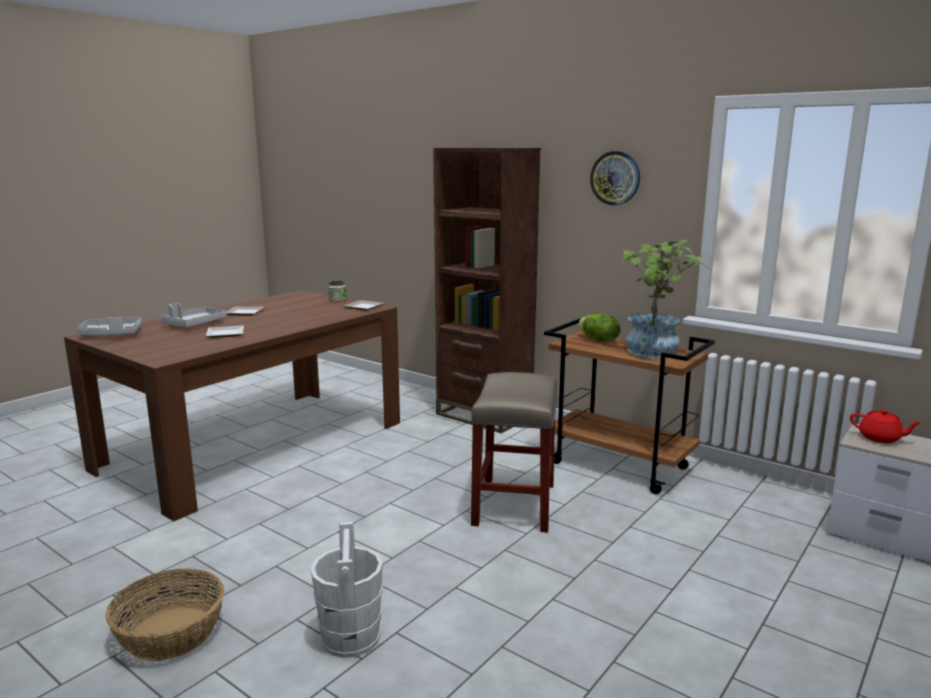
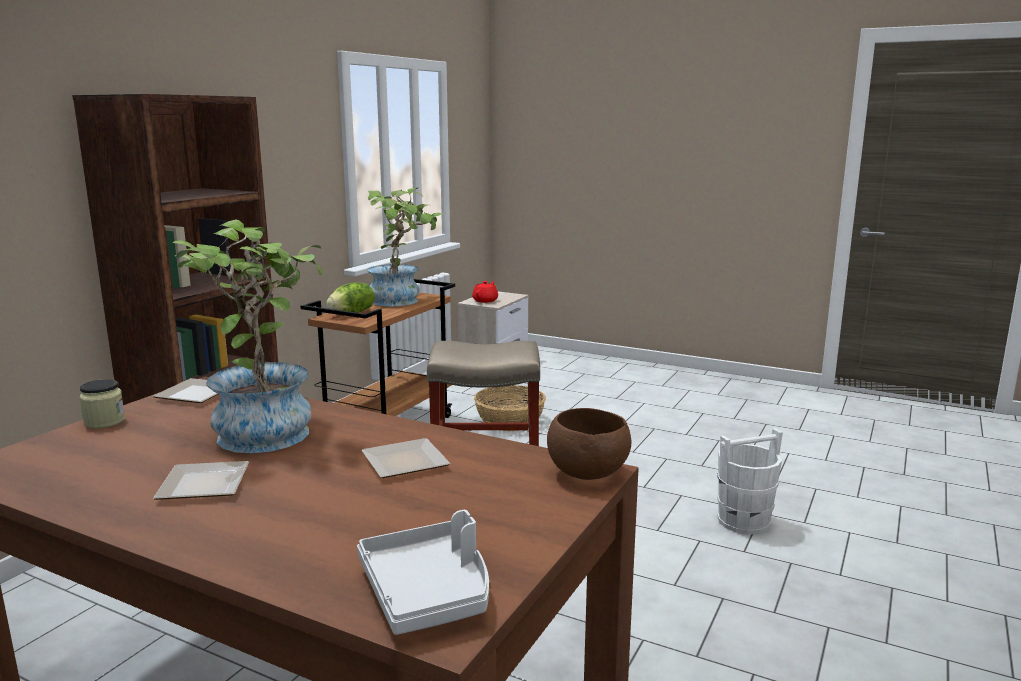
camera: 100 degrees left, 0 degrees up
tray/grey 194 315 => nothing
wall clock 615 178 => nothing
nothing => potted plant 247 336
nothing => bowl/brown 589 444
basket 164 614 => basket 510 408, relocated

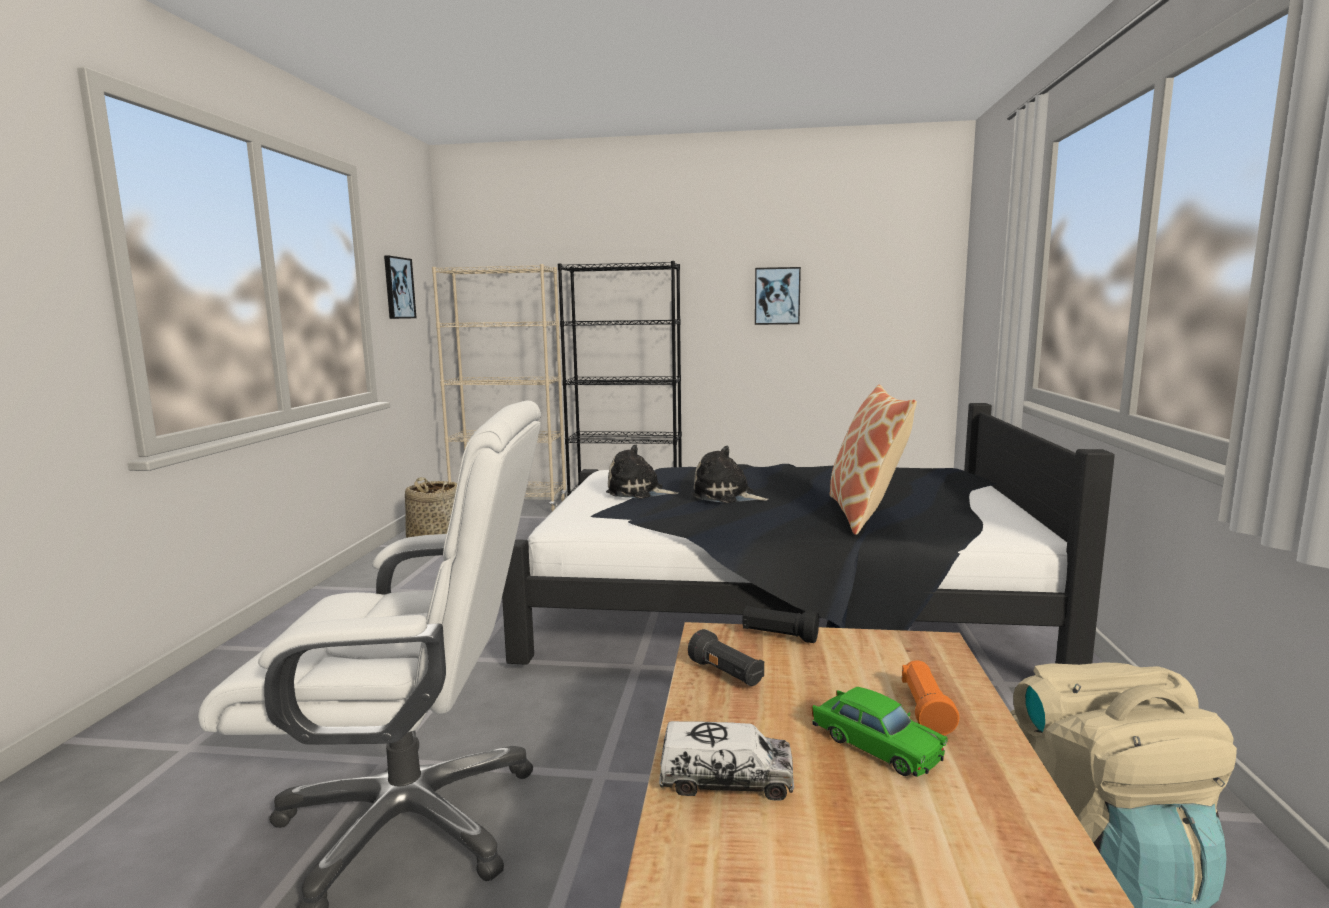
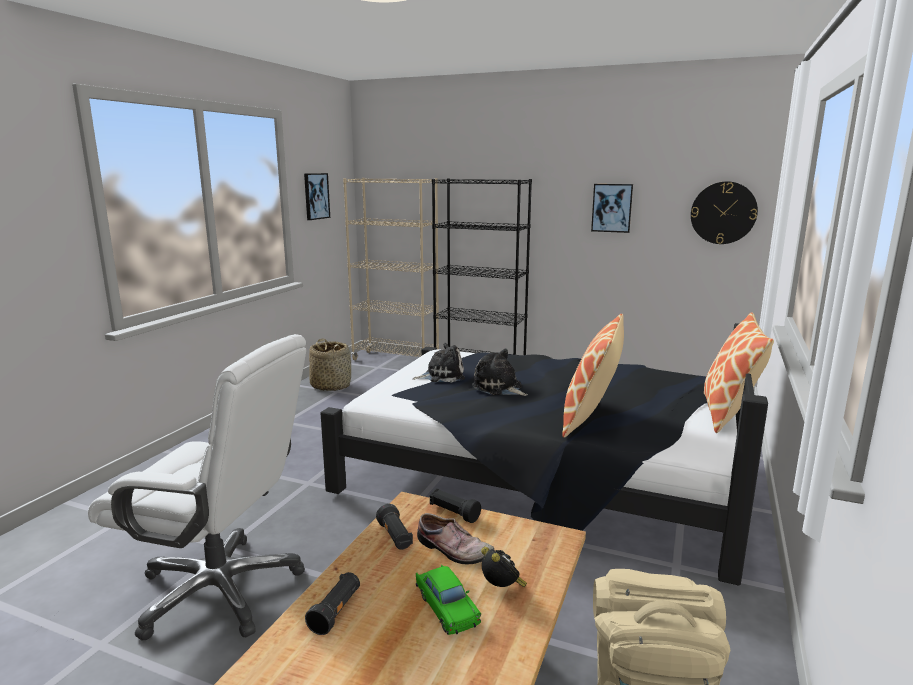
camera: 15 degrees right, 5 degrees up
nothing => shoe 455 538
nothing => wall clock 724 212
nothing => pillow 739 372
toy truck 726 761 => flashlight/black 332 603
flashlight/orange 930 698 => alarm clock 504 567
plush toy 642 472 => plush toy 439 363, 135 degrees clockwise

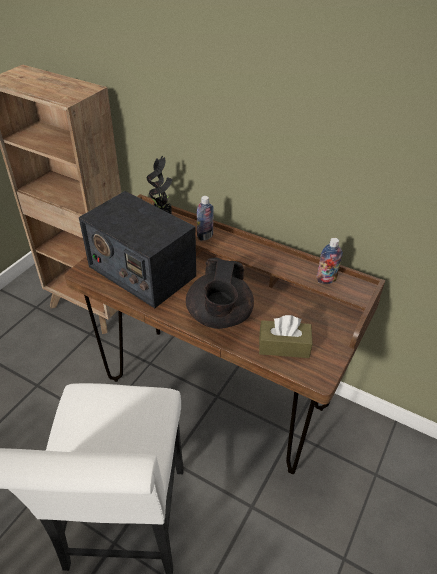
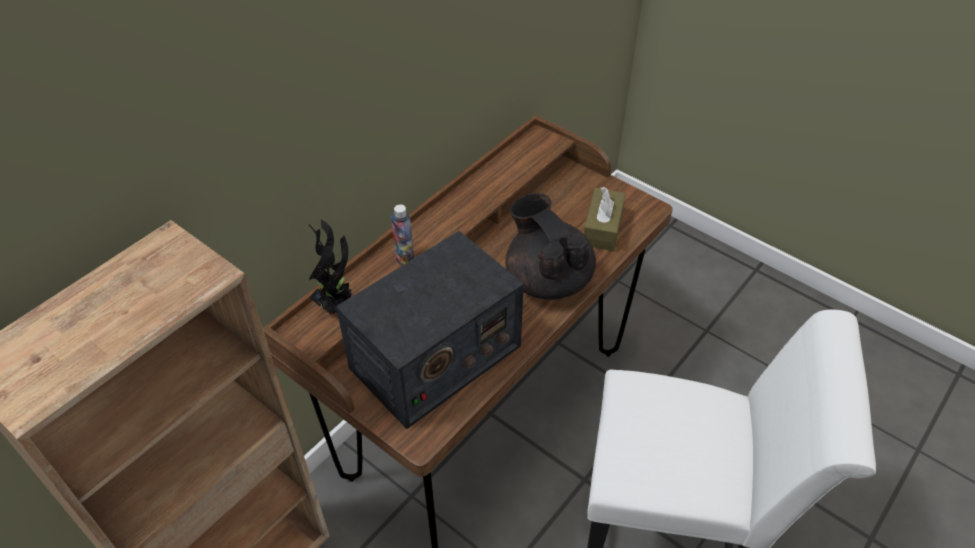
camera: 80 degrees left, 5 degrees up
bottle 329 261 => nothing
teapot/black 220 293 => teapot/black 550 246, 135 degrees counterclockwise

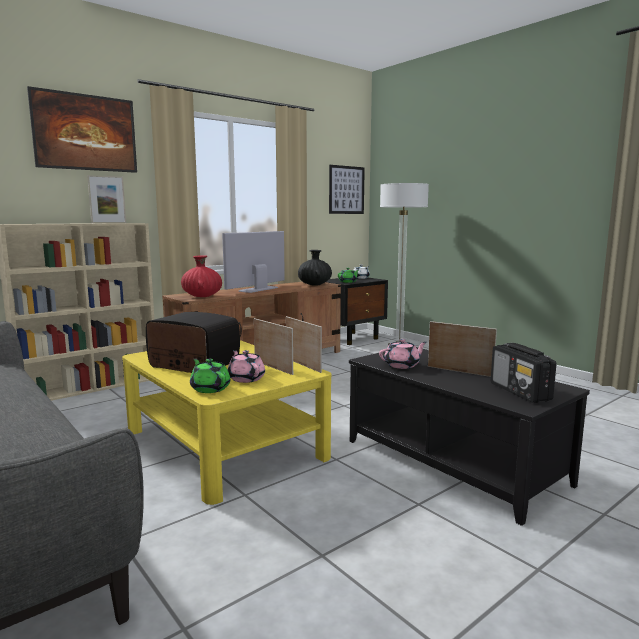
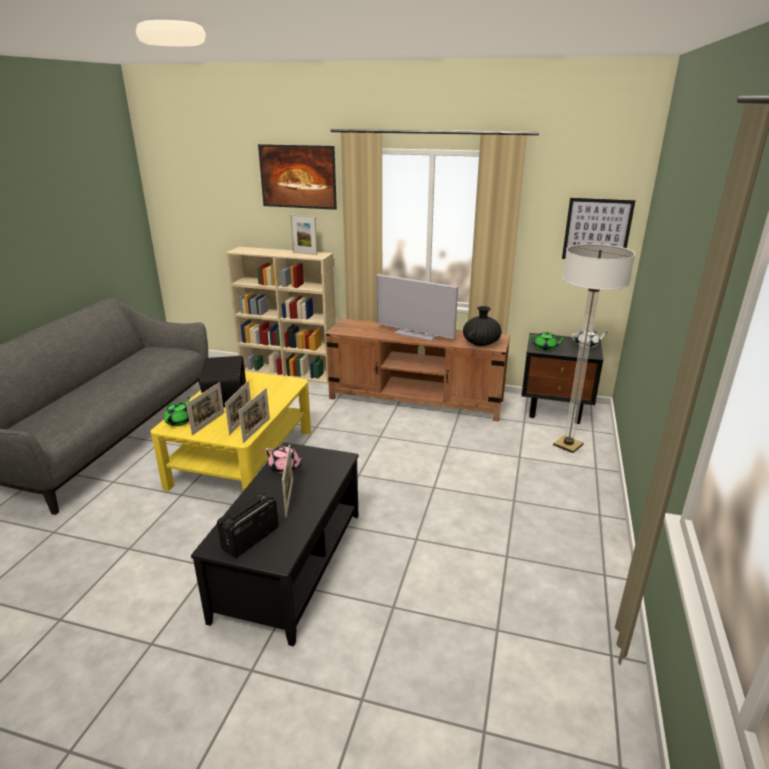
camera: 55 degrees right, 15 degrees up
vase/red 201 276 => nothing
teapot/pink 246 366 => picture frame 205 409
television 253 262 => television 417 307, 150 degrees counterclockwise

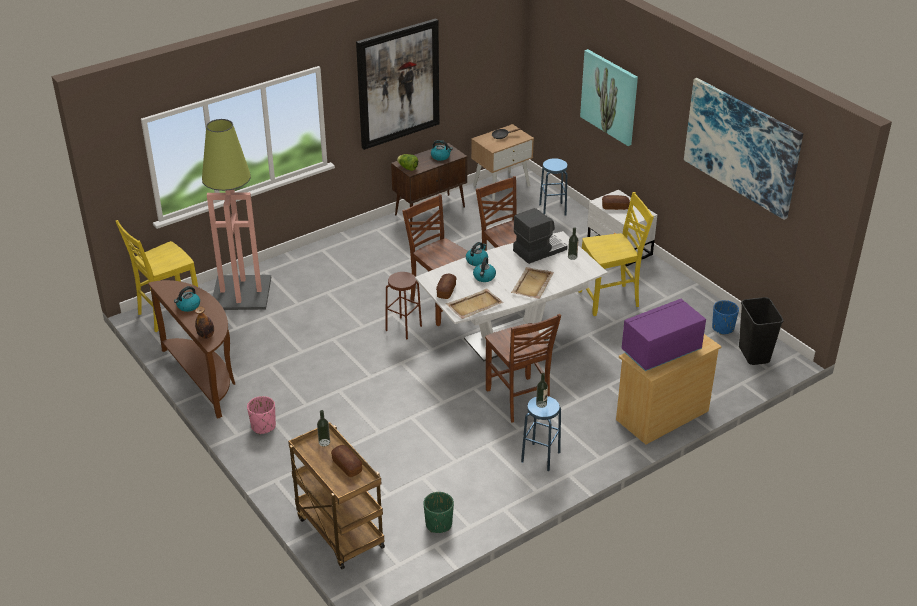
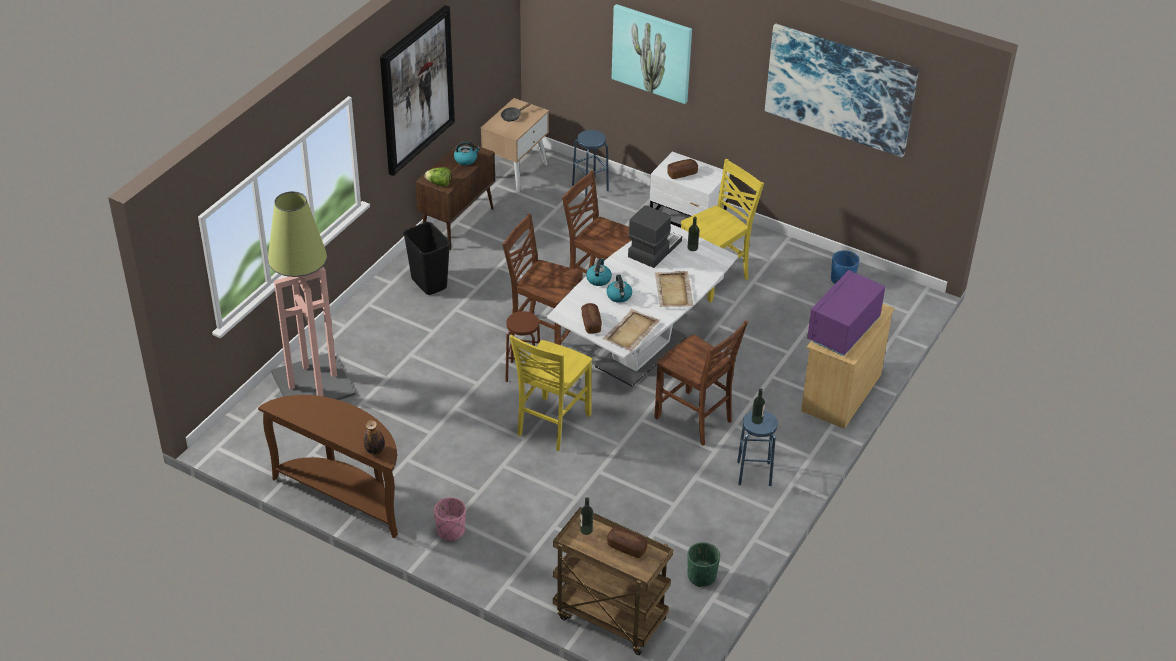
camera: 25 degrees left, 5 degrees up
kettle 187 299 => nothing
chair/yellow 157 276 => chair/yellow 550 393, relocated
trash can/black 761 331 => trash can/black 427 258, relocated

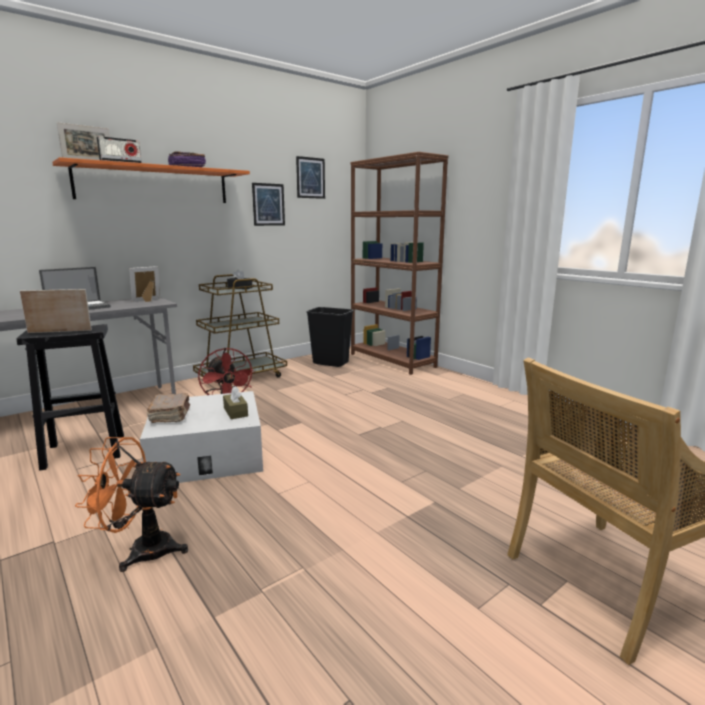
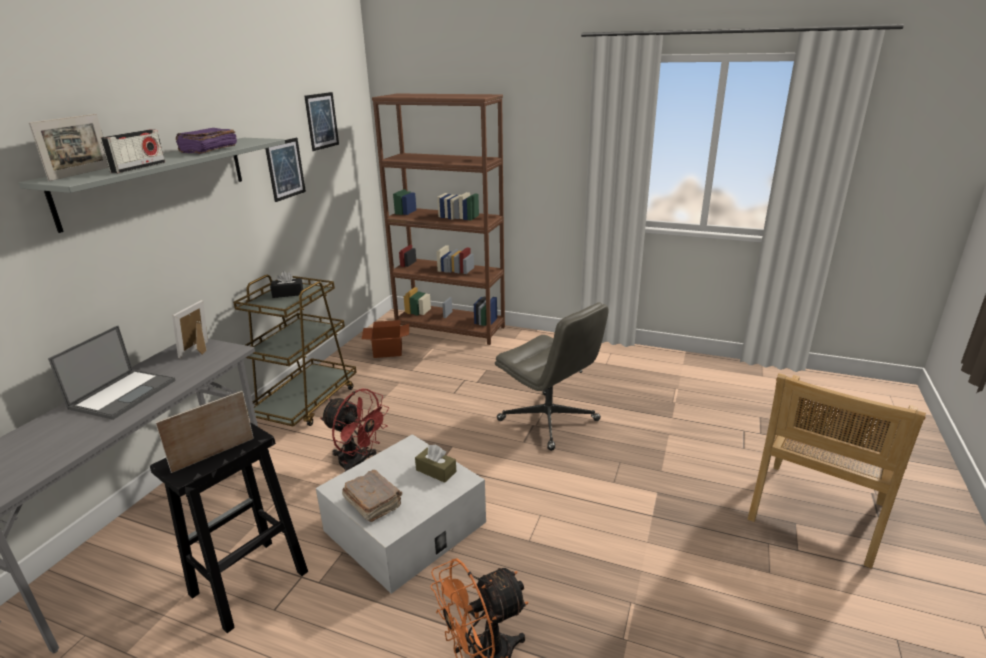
camera: 30 degrees left, 10 degrees up
nothing => office chair/grey 552 376
trash can/black 330 337 => cardboard box 385 339
shelf/orange 151 180 => shelf/grey 151 185

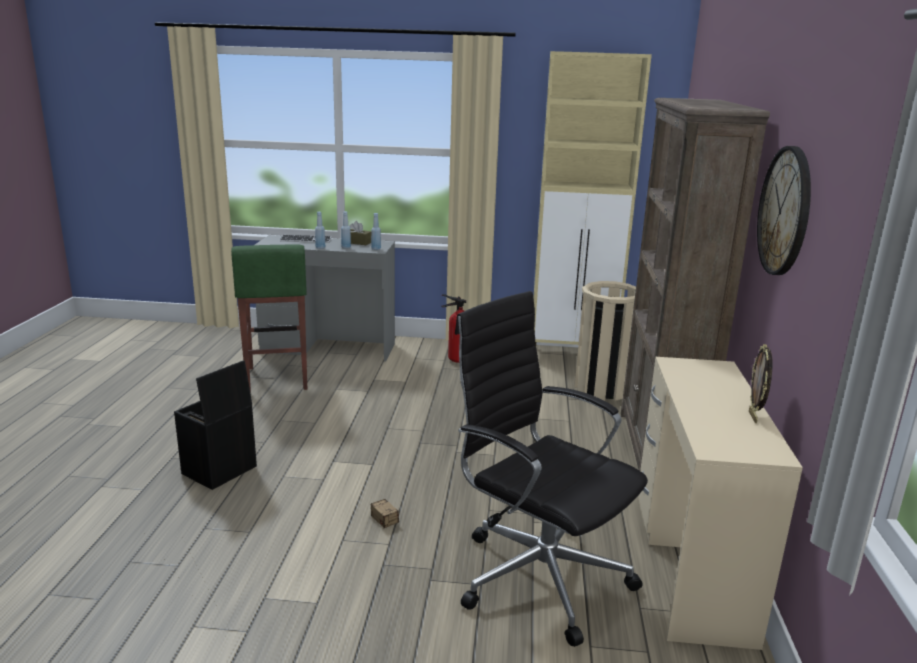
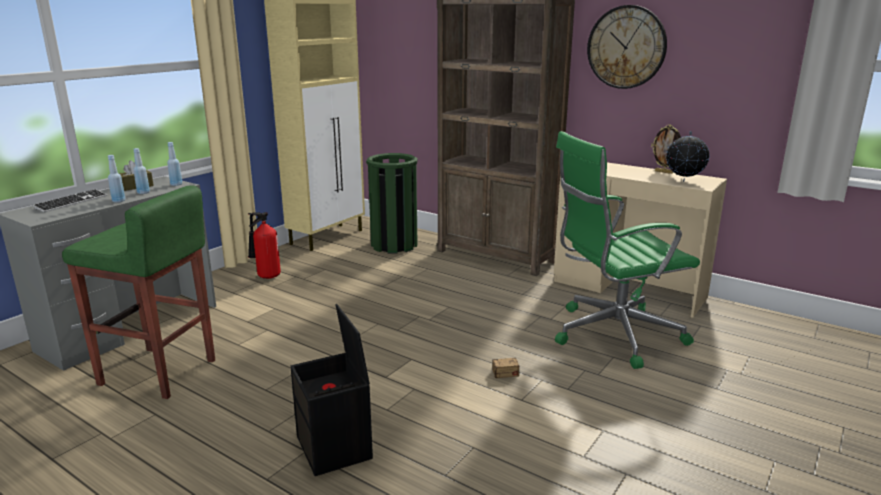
camera: 60 degrees left, 0 degrees up
nothing => globe 688 156
office chair/black 551 469 => office chair/green 627 250
trash can/beige 605 341 => trash can/green 392 203

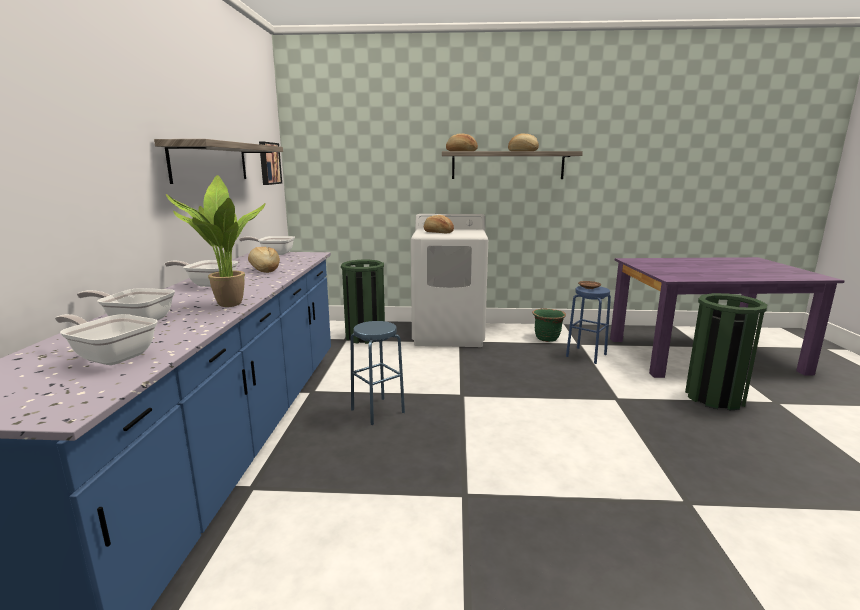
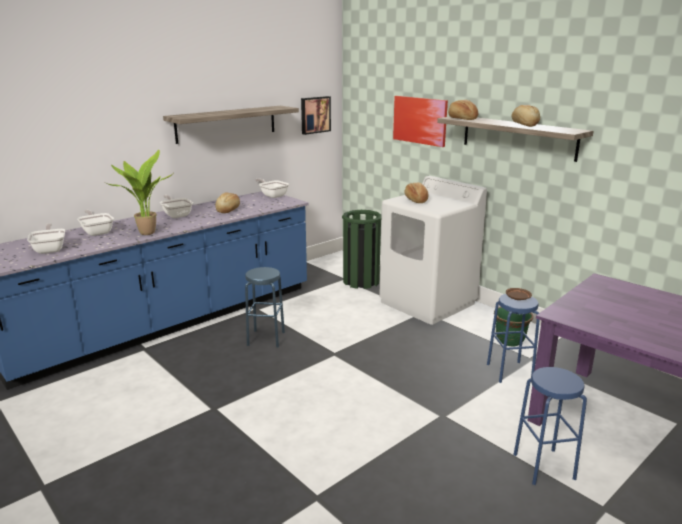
camera: 45 degrees right, 5 degrees up
nothing => picture 420 121
trash can/green 726 352 => stool/blue 550 426

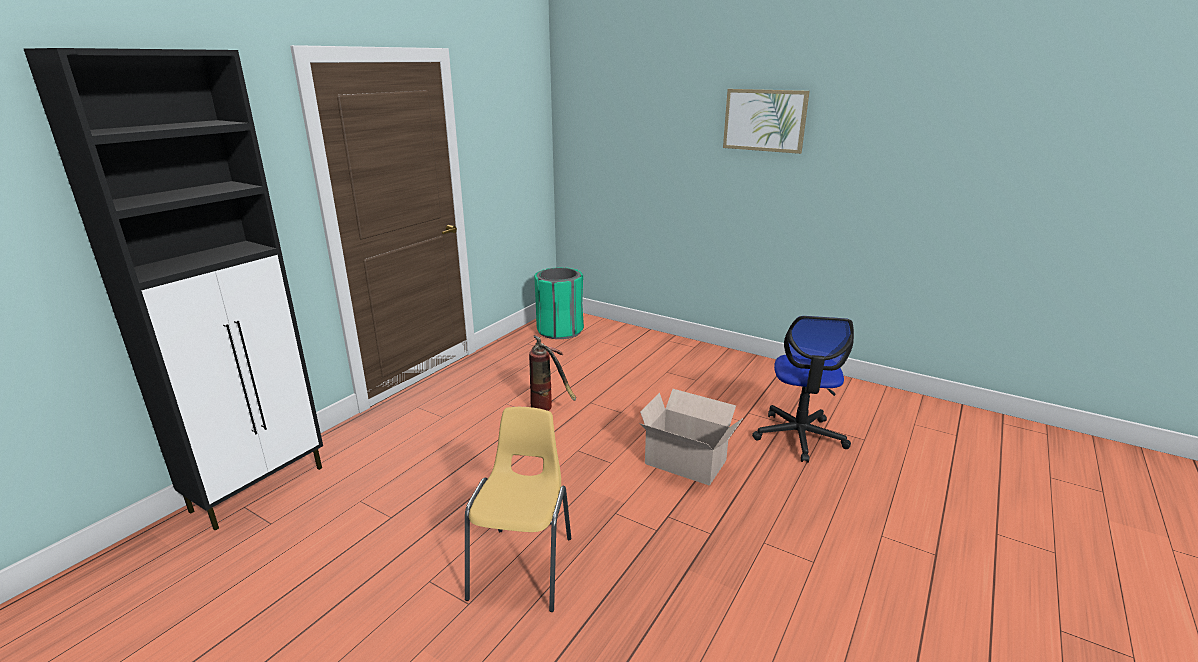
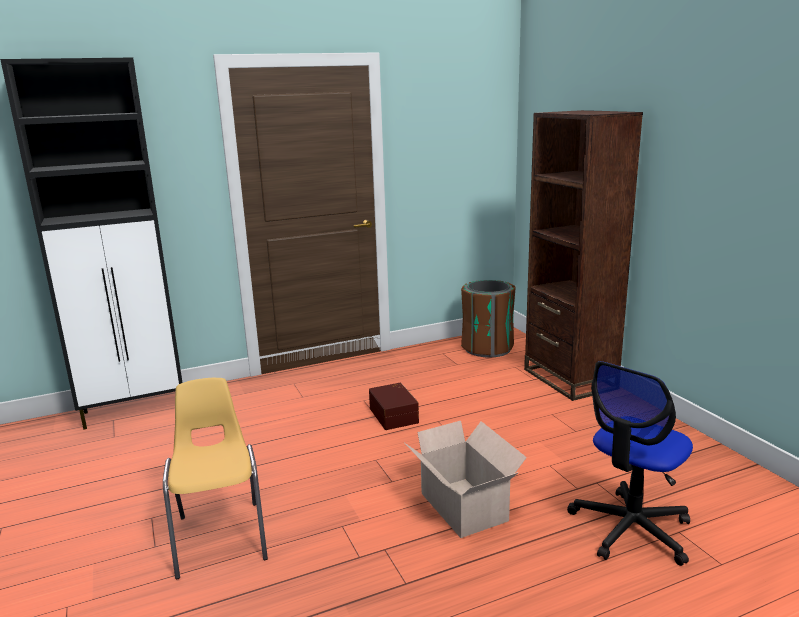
camera: 35 degrees right, 5 degrees down
picture 766 121 => nothing
nothing => bookcase/brown 583 255
fire extinguisher 552 373 => storage box/brown 394 406
trash can/green 559 303 => trash can/brown 488 318
chair/yellow 518 509 => chair/yellow 215 478, 60 degrees counterclockwise

